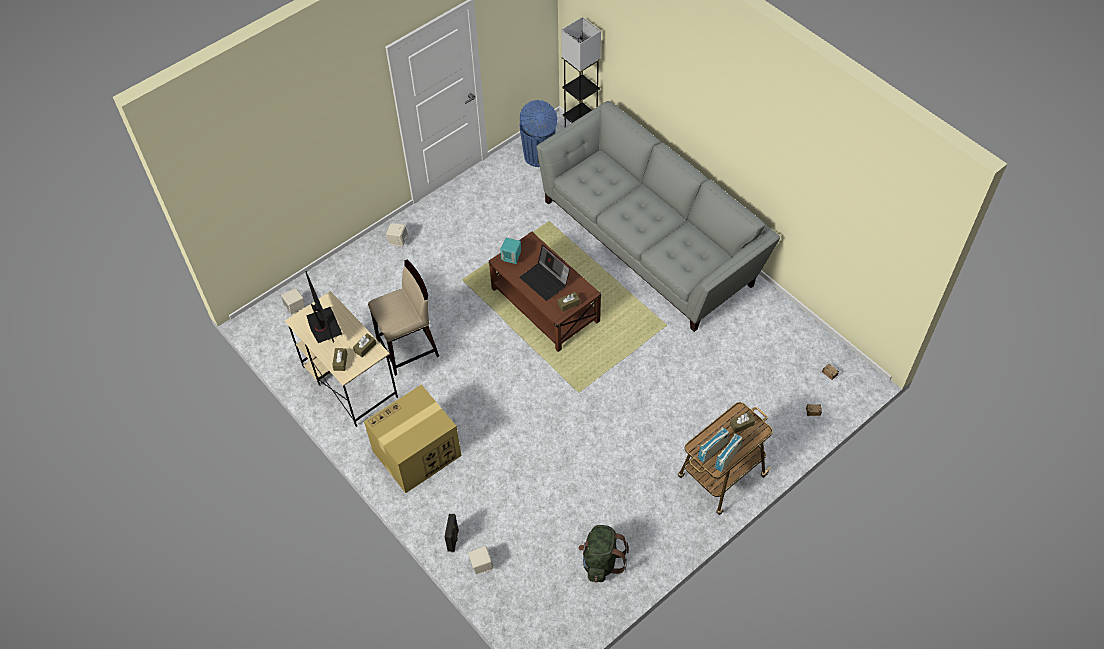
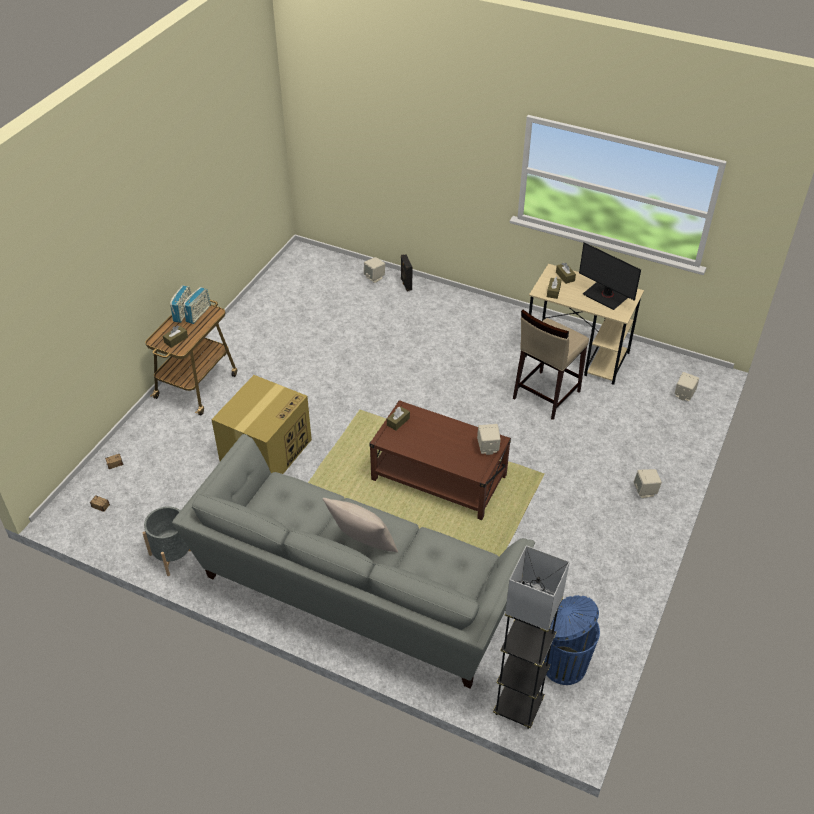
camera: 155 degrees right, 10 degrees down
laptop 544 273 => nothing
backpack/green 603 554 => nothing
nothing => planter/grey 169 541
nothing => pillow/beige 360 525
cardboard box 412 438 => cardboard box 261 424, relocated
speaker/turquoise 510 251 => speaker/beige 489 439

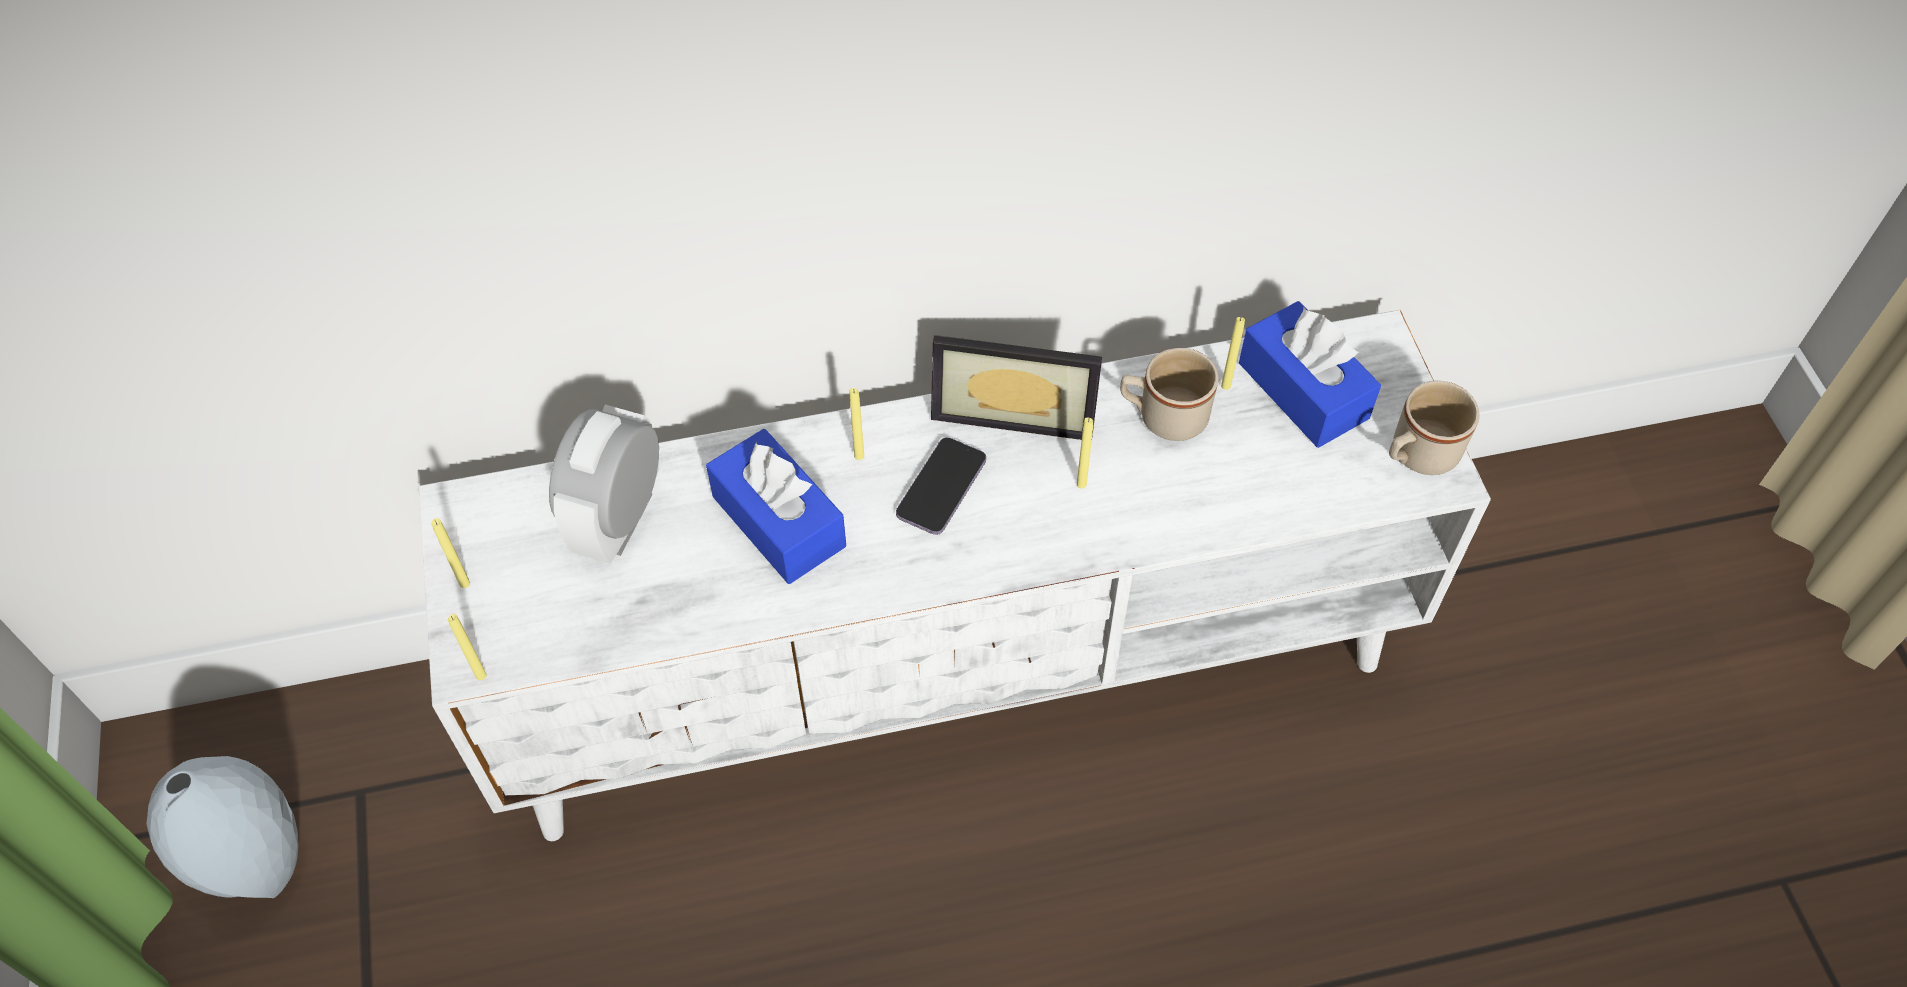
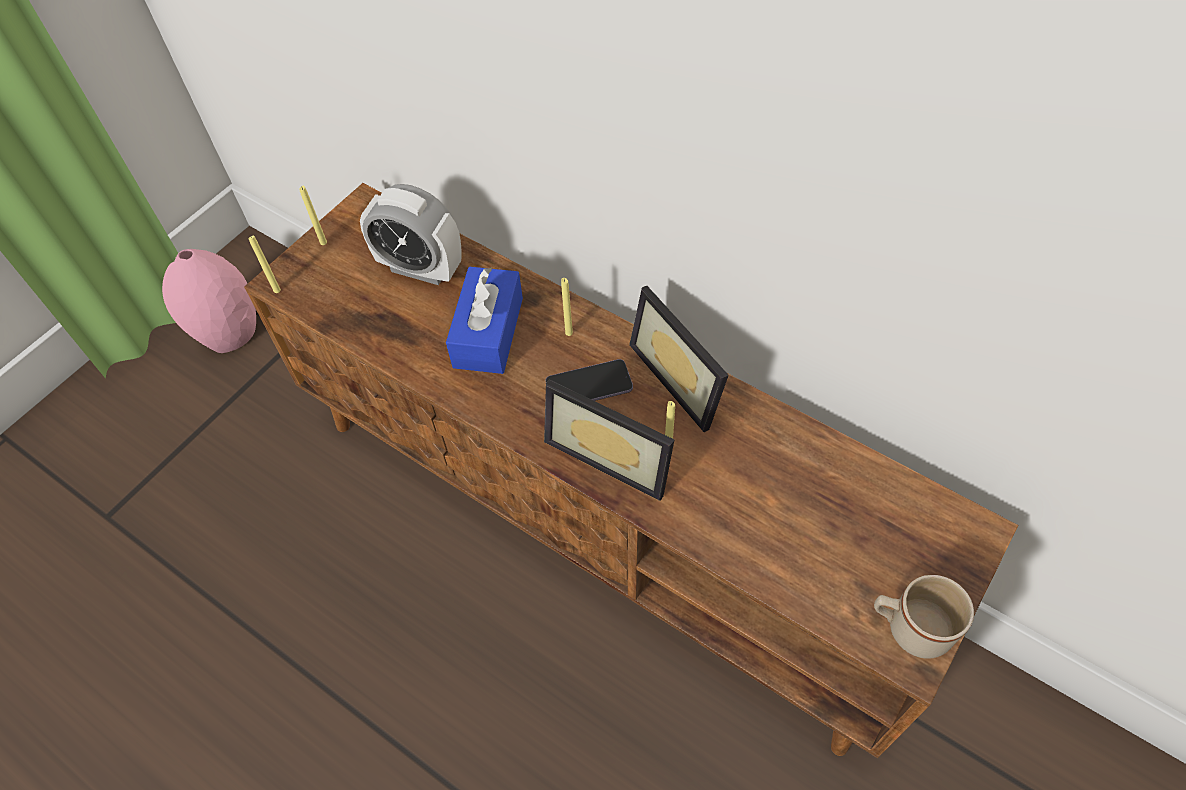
camera: 50 degrees right, 0 degrees up
mug/beige 1169 394 => nothing
candle/yellow 1233 353 => nothing
tissue box/blue 1310 374 => nothing
nothing => picture frame 609 440
vase/grey 222 827 => vase/pink 209 301
tv stand/white 955 575 => tv stand/brown 631 470
alarm clock 604 484 => alarm clock 411 234, 135 degrees counterclockwise

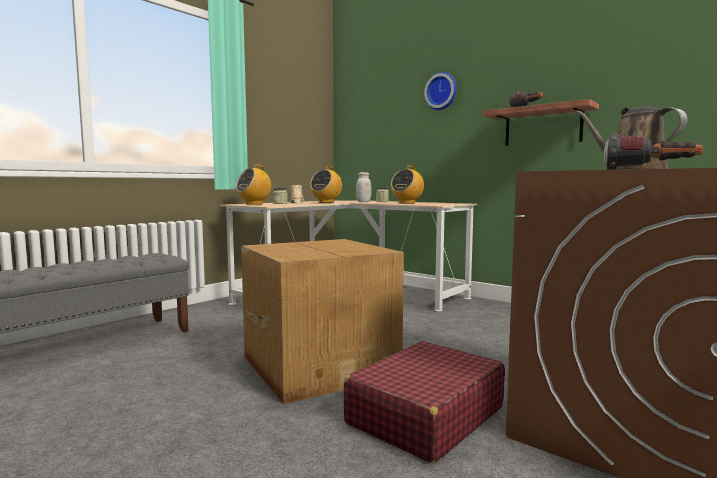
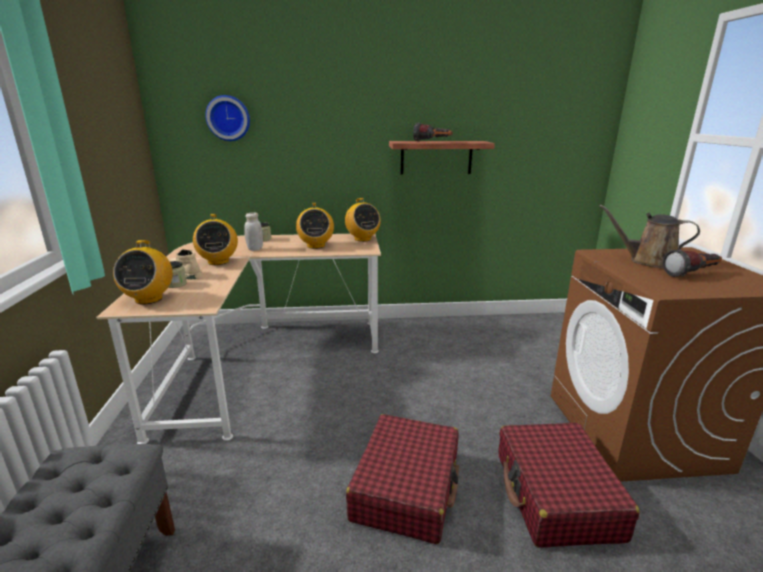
camera: 45 degrees left, 15 degrees up
nothing => radio 363 220
wall clock 440 91 => wall clock 227 118, relocated
cardboard box 322 321 => suitcase/red 402 479

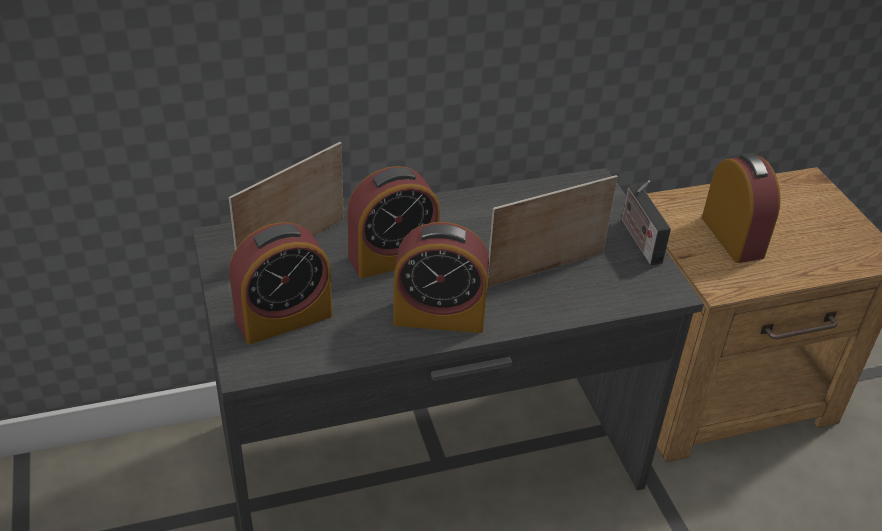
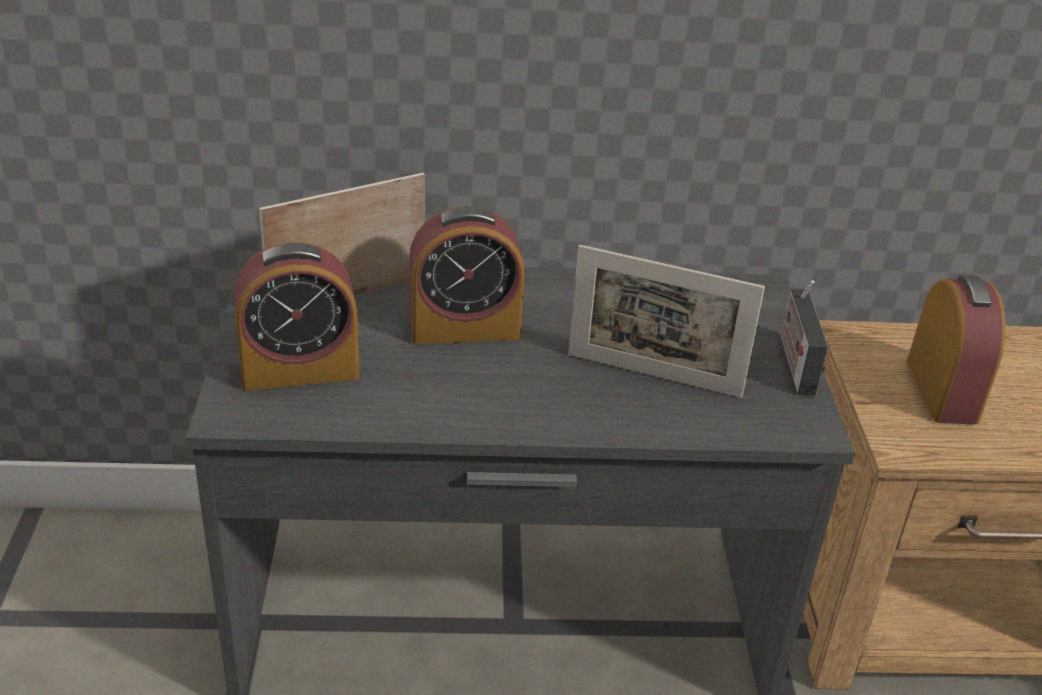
camera: 15 degrees right, 5 degrees down
alarm clock 441 277 => nothing
picture frame 552 231 => picture frame 666 321, 150 degrees counterclockwise

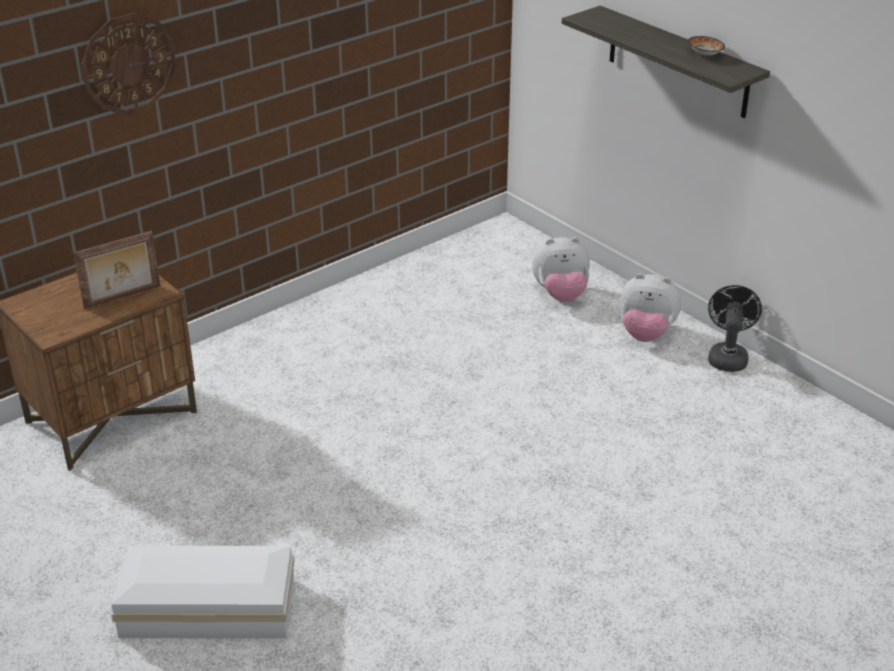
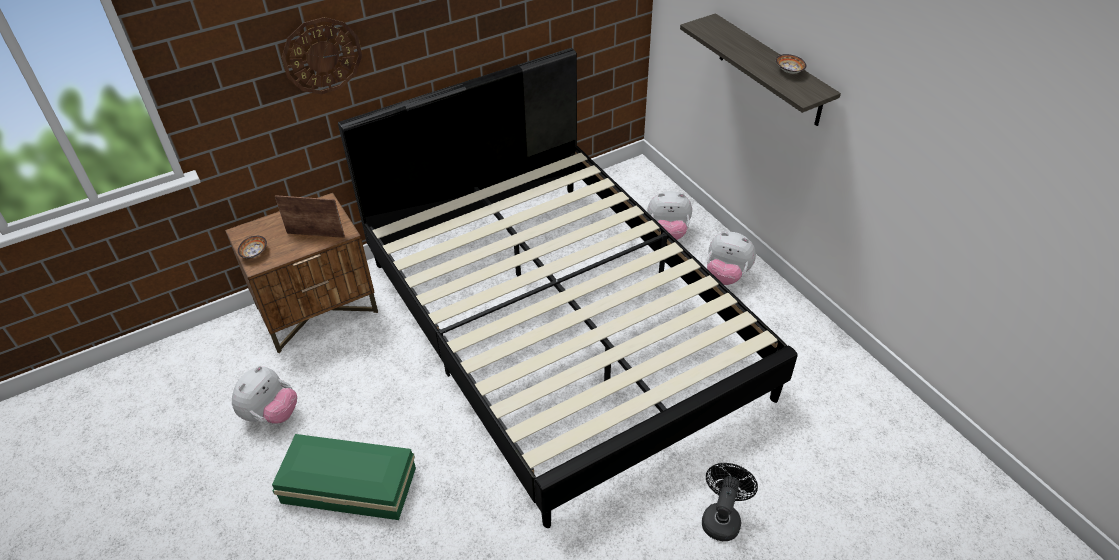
camera: 10 degrees right, 10 degrees up
nothing => plush toy 264 395
nothing => bowl 252 247
nothing => bed/black 568 288
fan/black 735 328 => fan/black 730 502, relocated
storage box/white 202 592 => storage box/green 344 477
picture frame 116 270 => picture frame 310 216, 150 degrees counterclockwise

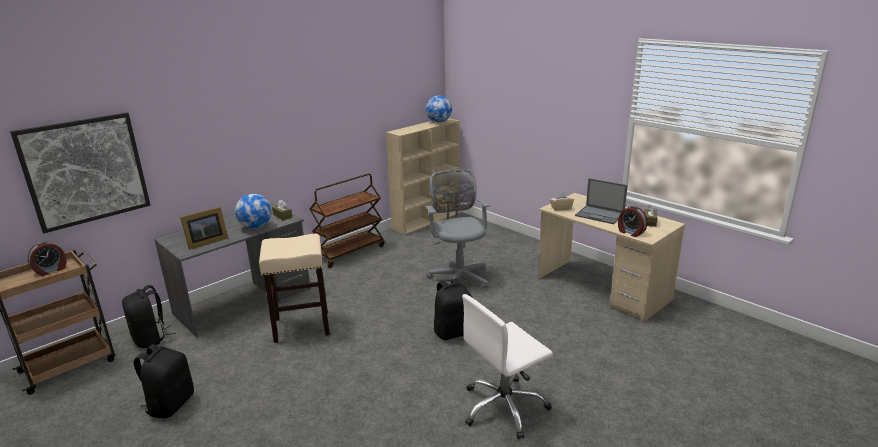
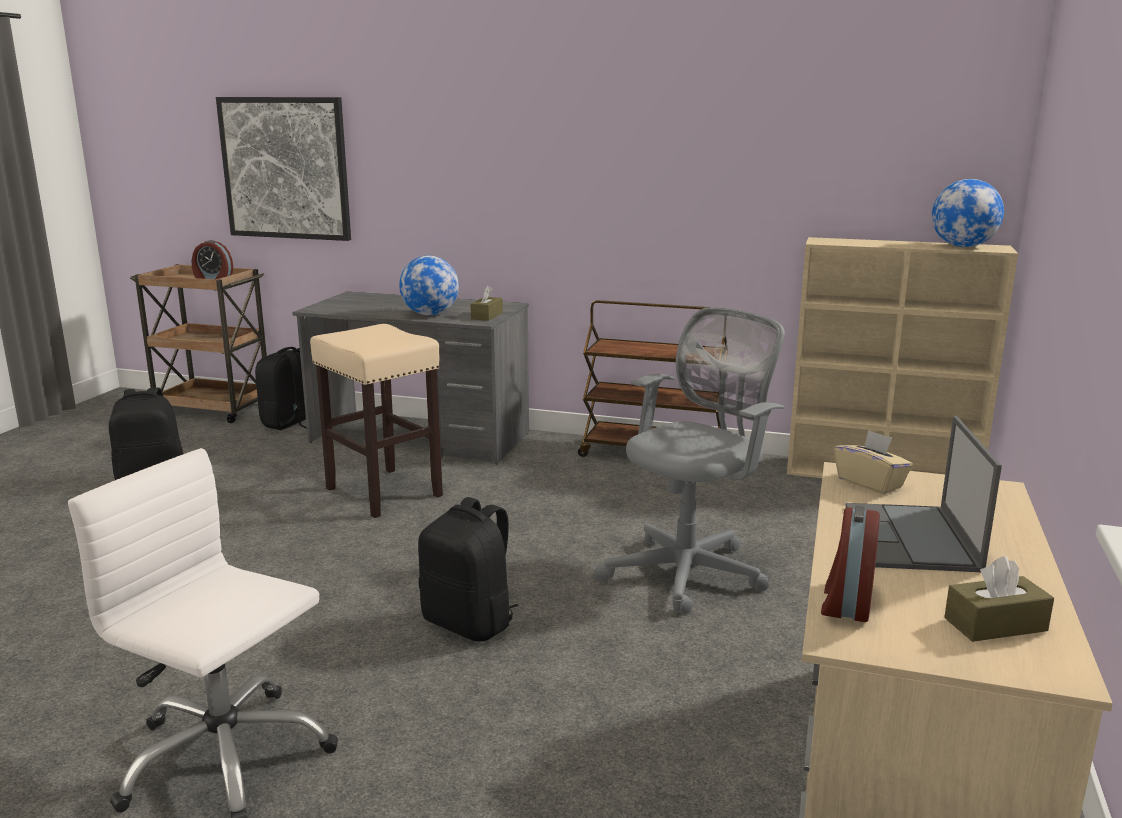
camera: 60 degrees right, 5 degrees down
picture frame 204 228 => nothing

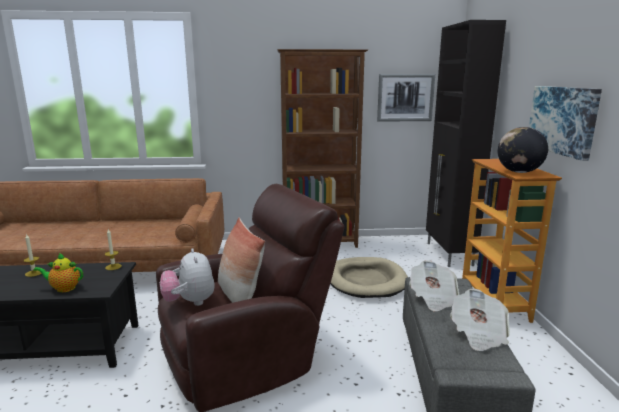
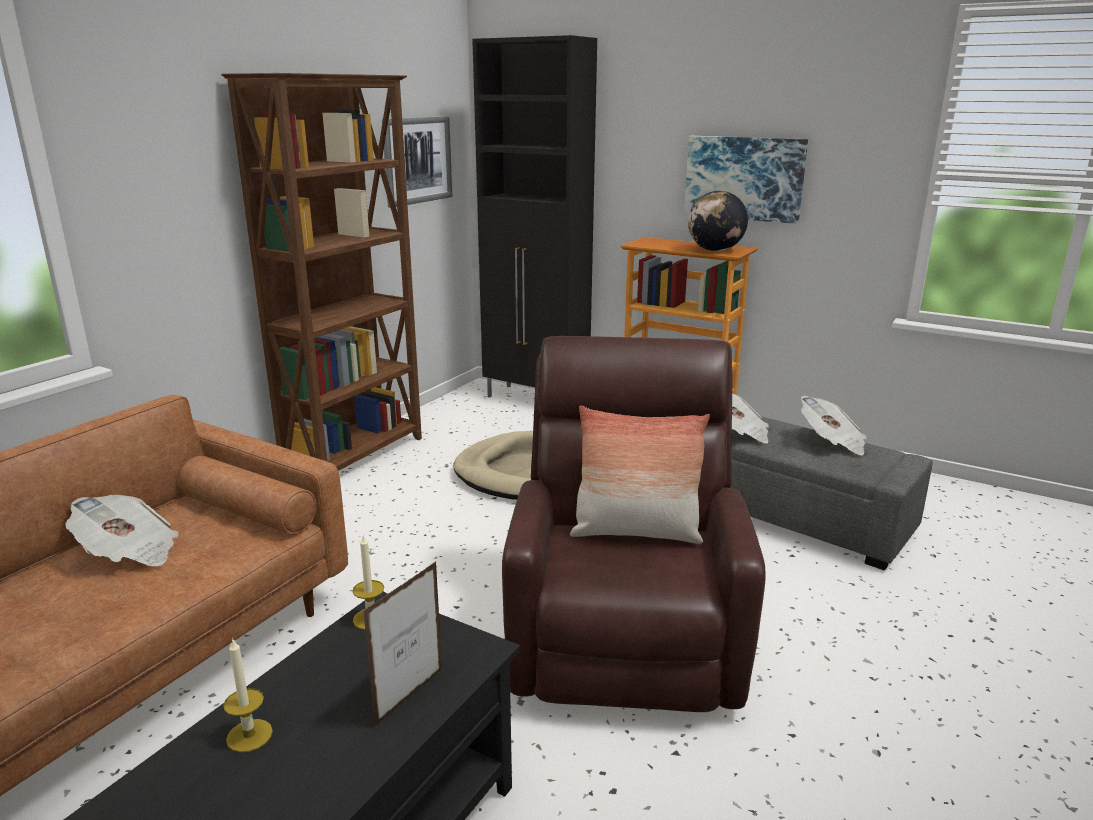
camera: 55 degrees left, 5 degrees up
plush toy 187 277 => nothing
nothing => newspaper 121 531
teapot 58 272 => picture frame 403 644

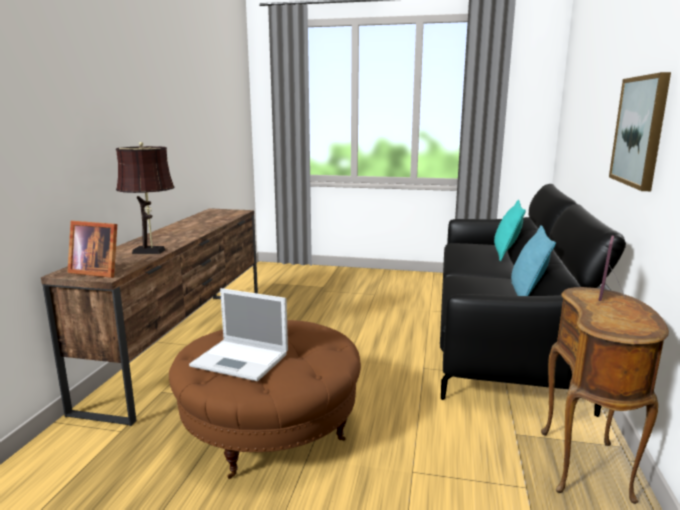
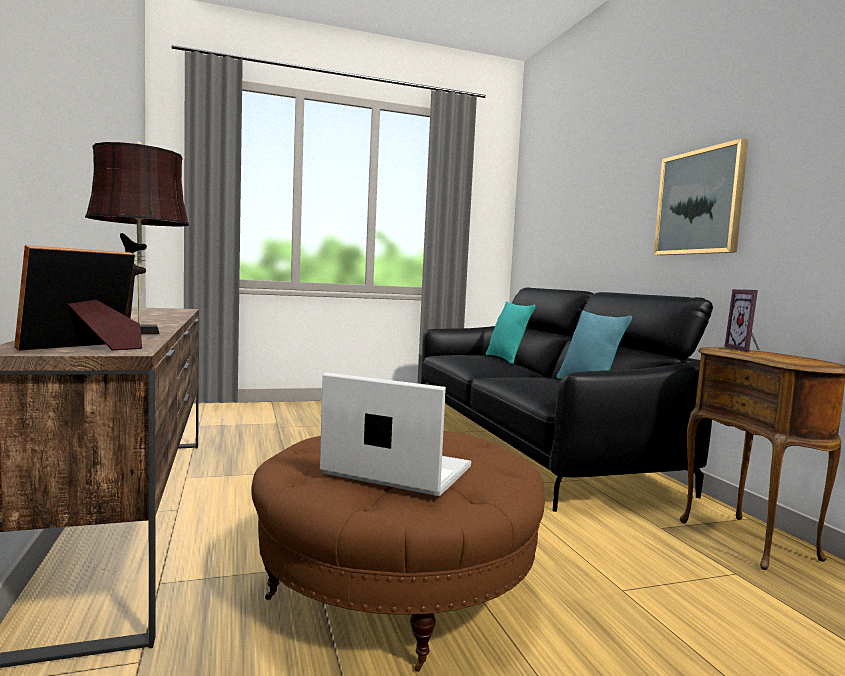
camera: 30 degrees left, 10 degrees down
picture frame 92 249 => picture frame 78 298, 135 degrees clockwise
laptop 238 334 => laptop 395 434, 150 degrees counterclockwise

